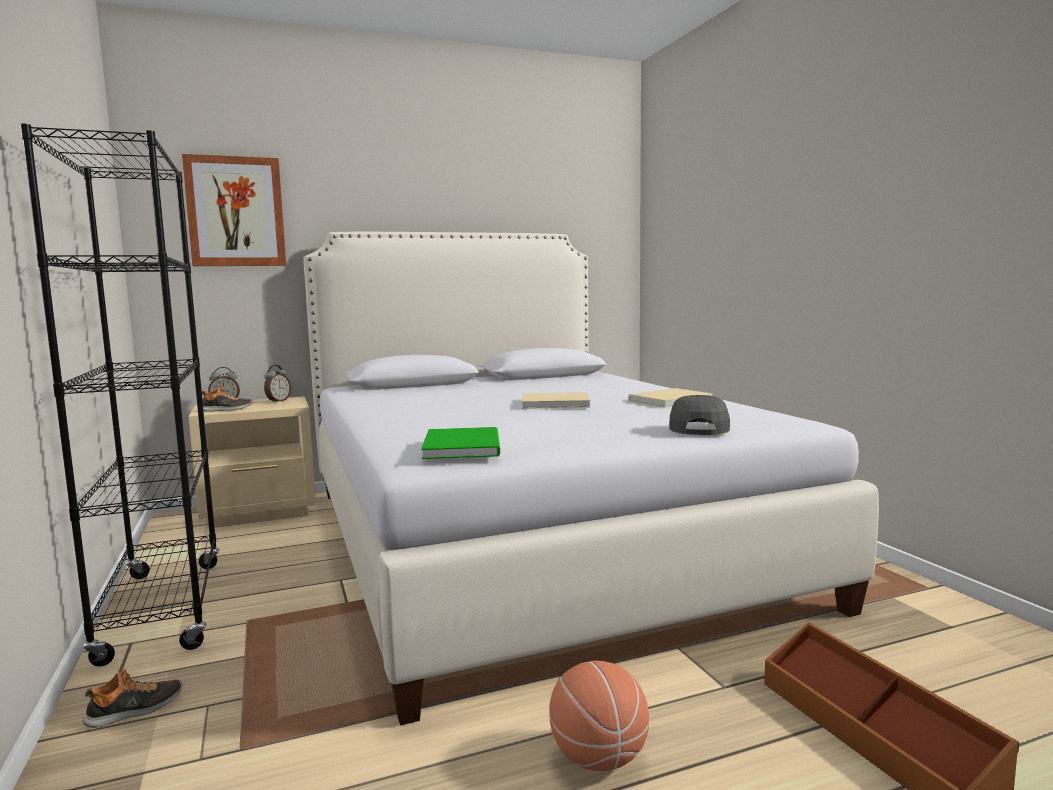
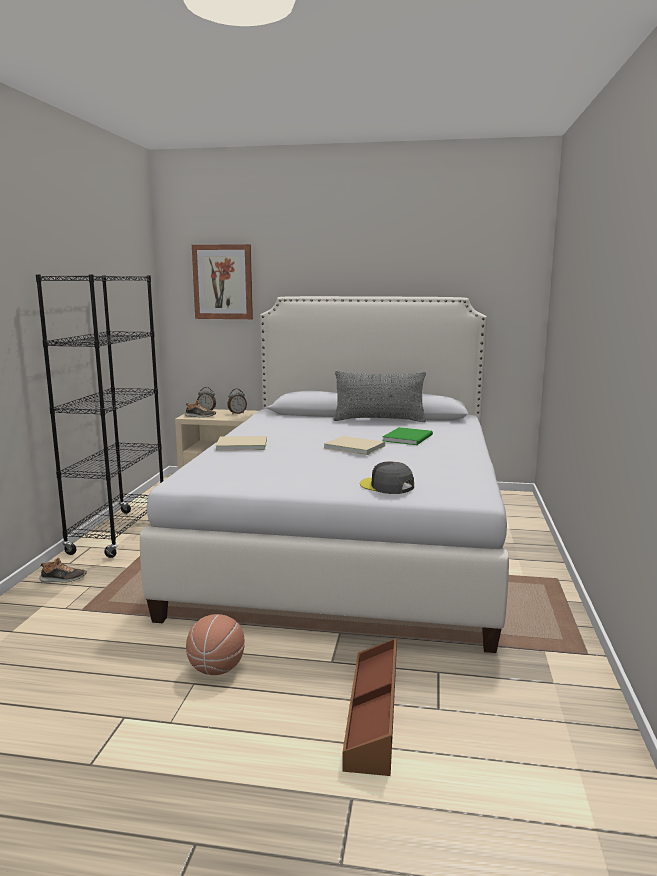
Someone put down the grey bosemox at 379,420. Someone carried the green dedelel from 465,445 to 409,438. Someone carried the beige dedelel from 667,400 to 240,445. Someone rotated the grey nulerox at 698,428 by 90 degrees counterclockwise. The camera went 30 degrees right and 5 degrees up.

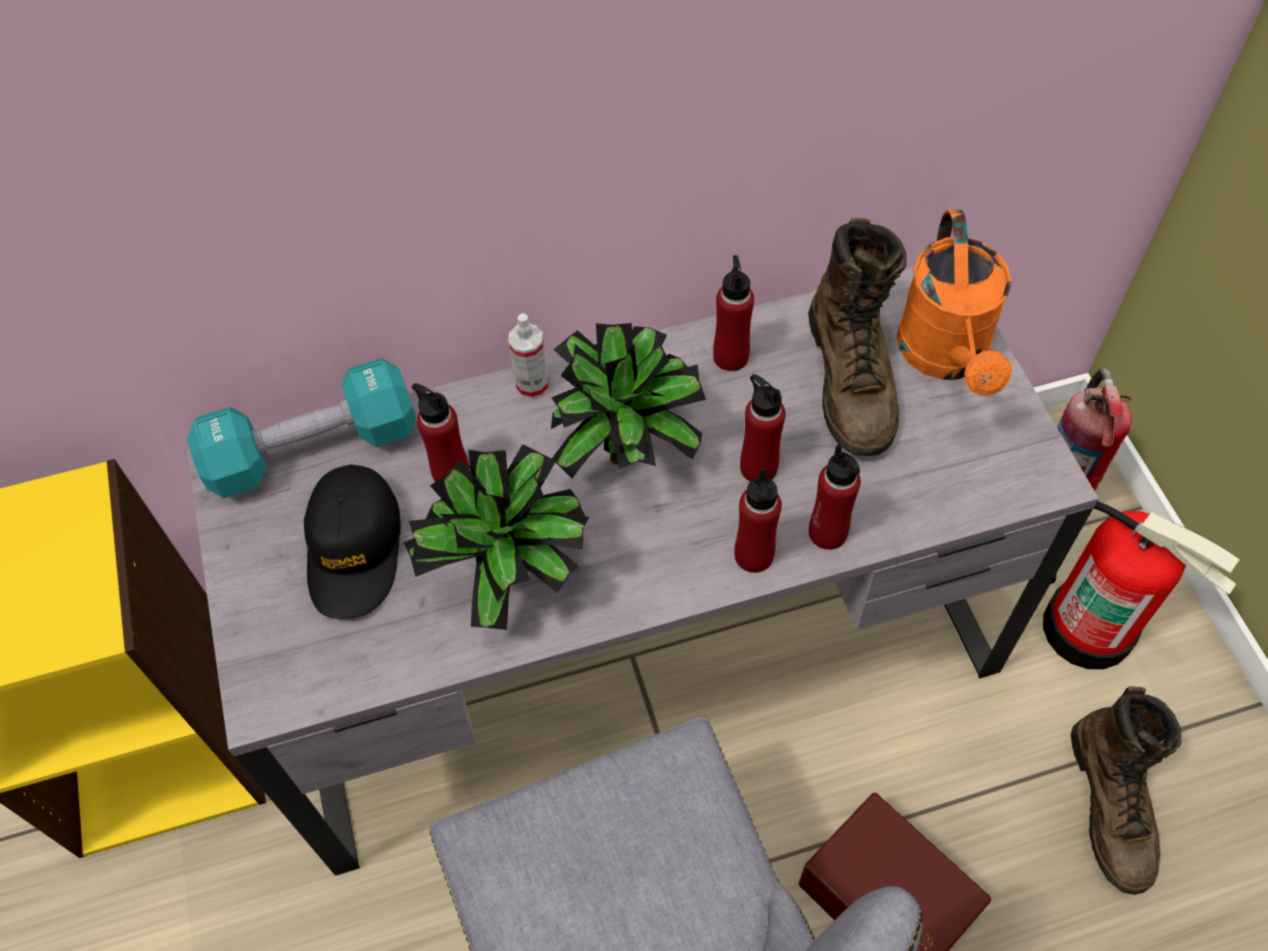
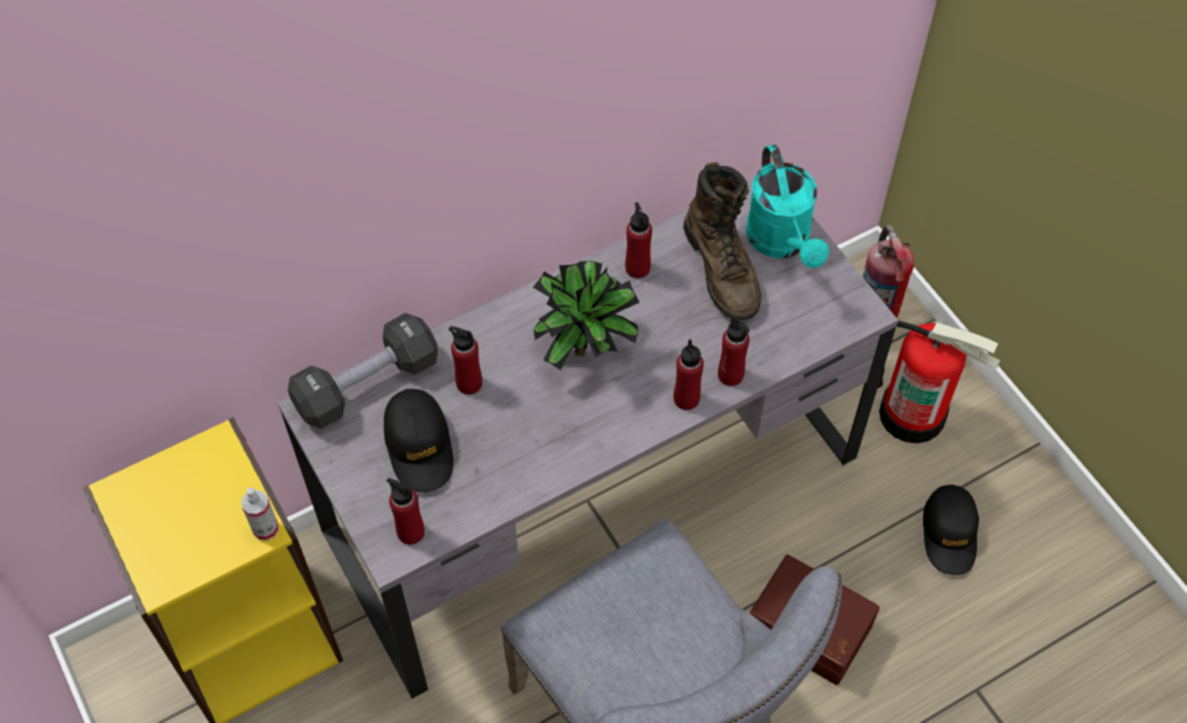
Someone took away the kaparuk at 513,581. Someone carried the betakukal from 532,385 to 266,529. Someone carried the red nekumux from 758,467 to 410,532. Someone swapped the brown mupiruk at 1112,805 for the black nulerox at 950,533. Someone repainted the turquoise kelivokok at 313,449, which became the black kelivokok at 367,384. Someone repainted the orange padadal at 947,357, which became the turquoise padadal at 782,242. The camera went 15 degrees left and 0 degrees up.

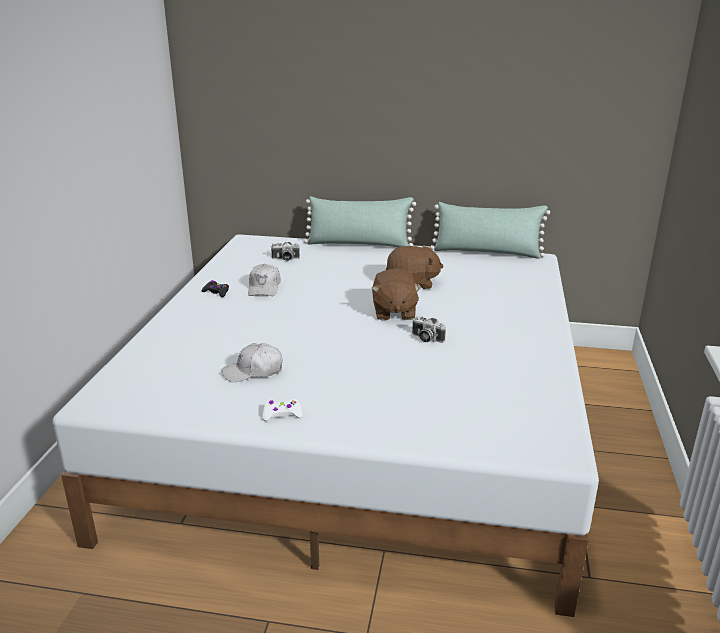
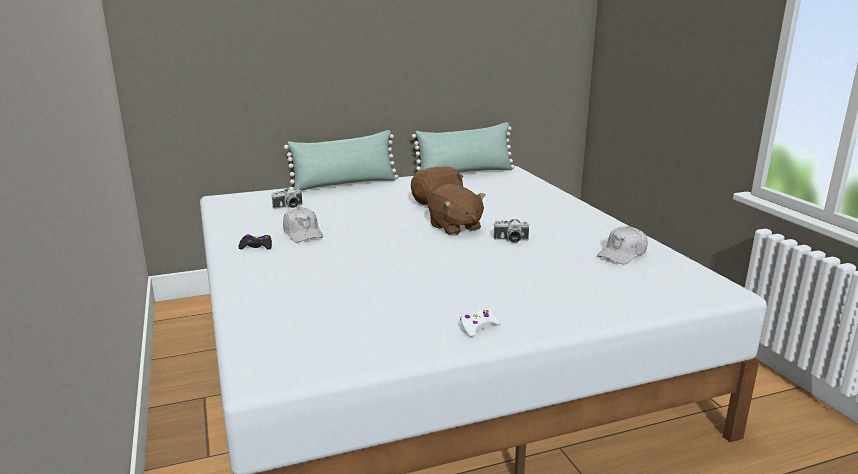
Someone carried the white nulerox from 253,371 to 622,254. The camera went 30 degrees left and 5 degrees down.

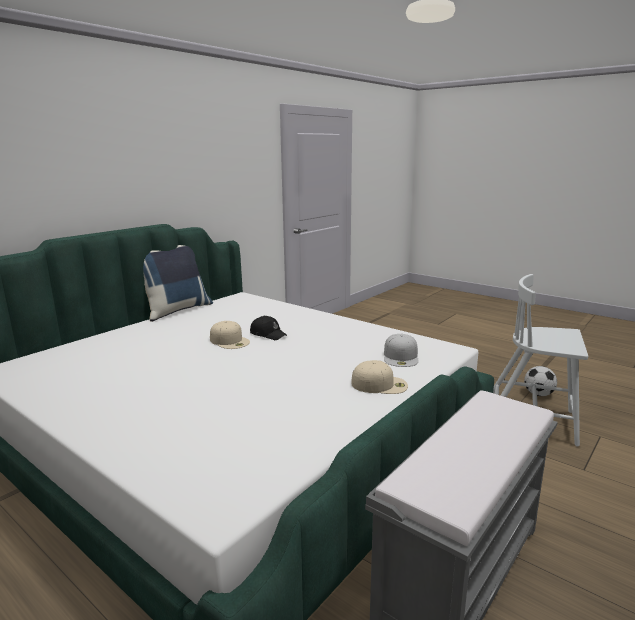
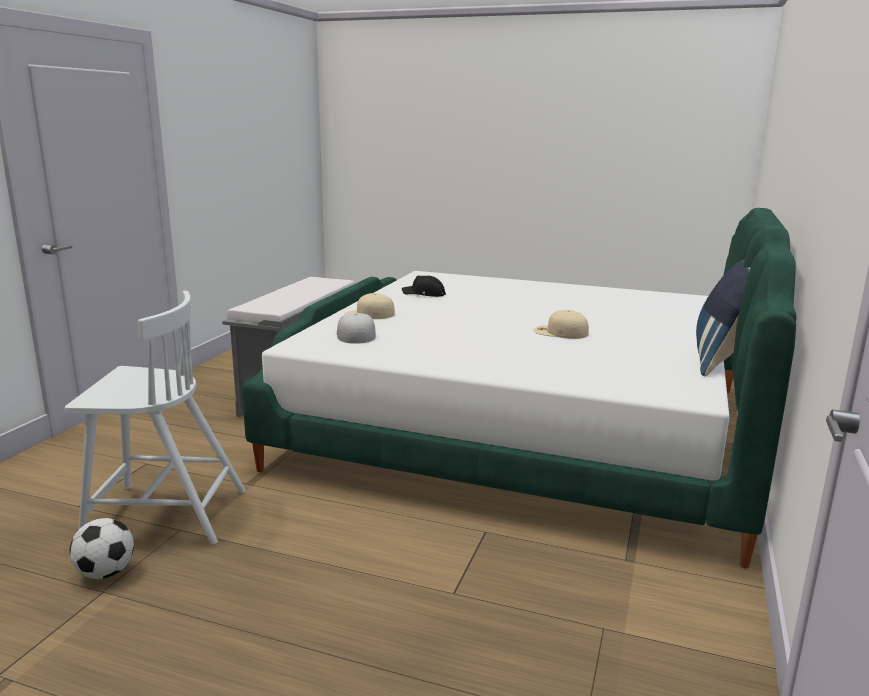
Someone carried the black nulerox from 268,334 to 424,294. The camera went 160 degrees right and 0 degrees up.

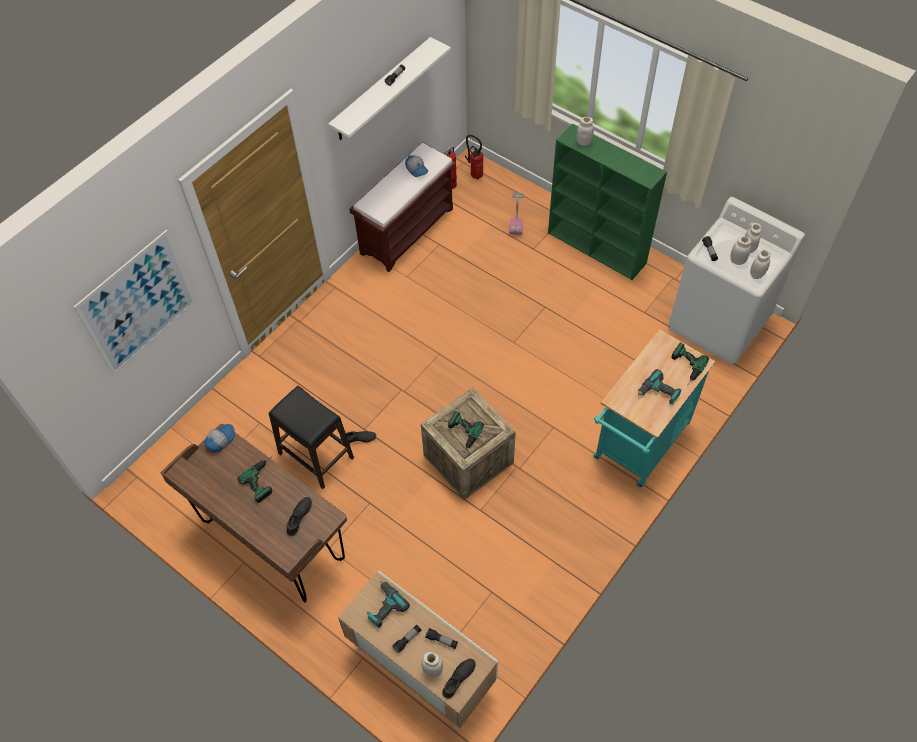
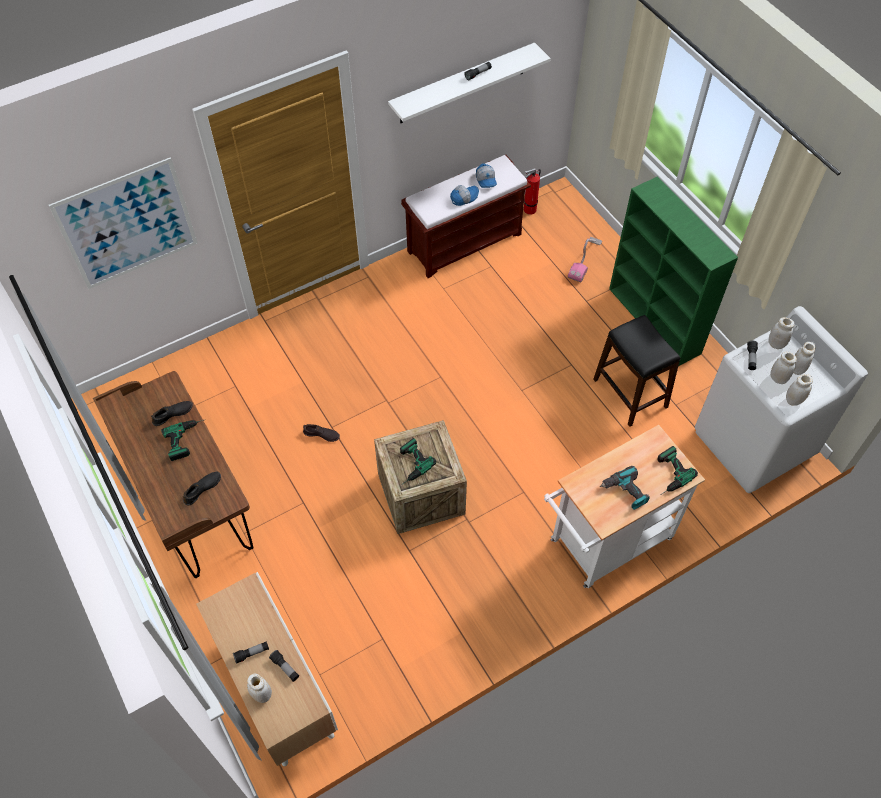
Someone took away the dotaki at 384,607. Someone took away the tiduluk at 475,174. Someone carried the nulerox from 220,440 to 464,197. Someone carried the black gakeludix from 316,455 to 630,393. Someone carried the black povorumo from 459,679 to 173,415. Someone carried the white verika from 584,142 to 776,344. Someone repainted the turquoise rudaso at 638,446, which became the white rudaso at 605,544. The camera went 20 degrees right and 0 degrees up.

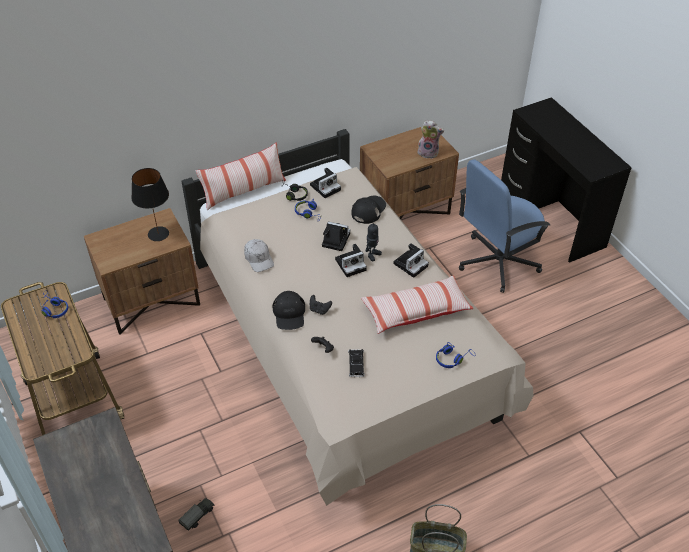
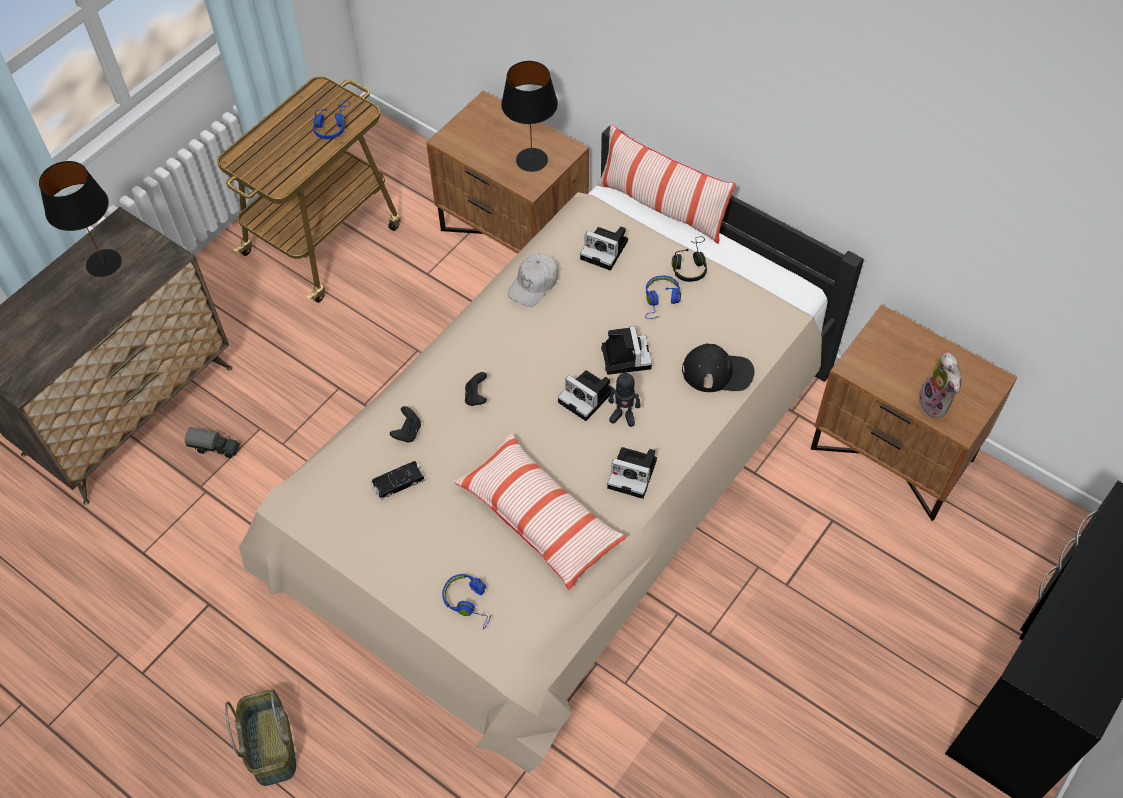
Someone took away the black nulerox at 289,313. Someone took away the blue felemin at 497,262. Someone put down the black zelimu at 103,263. Someone carried the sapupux from 326,187 to 606,250. The camera went 65 degrees right and 10 degrees up.

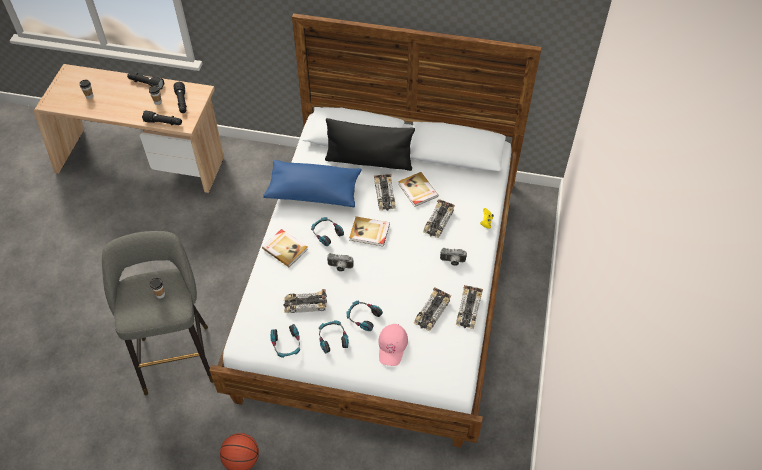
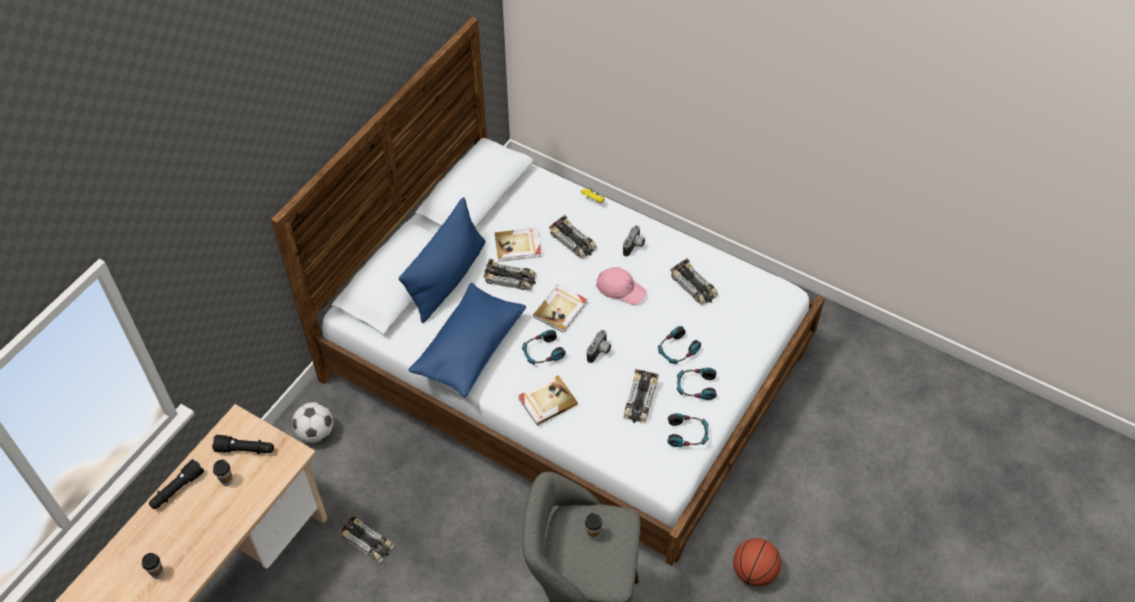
Someone took away the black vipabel at 163,123. Someone put down the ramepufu at 316,432. Someone carried the pink nulerox from 392,346 to 621,288. Someone carried the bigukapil from 468,310 to 367,541. Someone repainted the black bosemox at 369,161, which became the blue bosemox at 447,278. The camera went 70 degrees left and 0 degrees up.

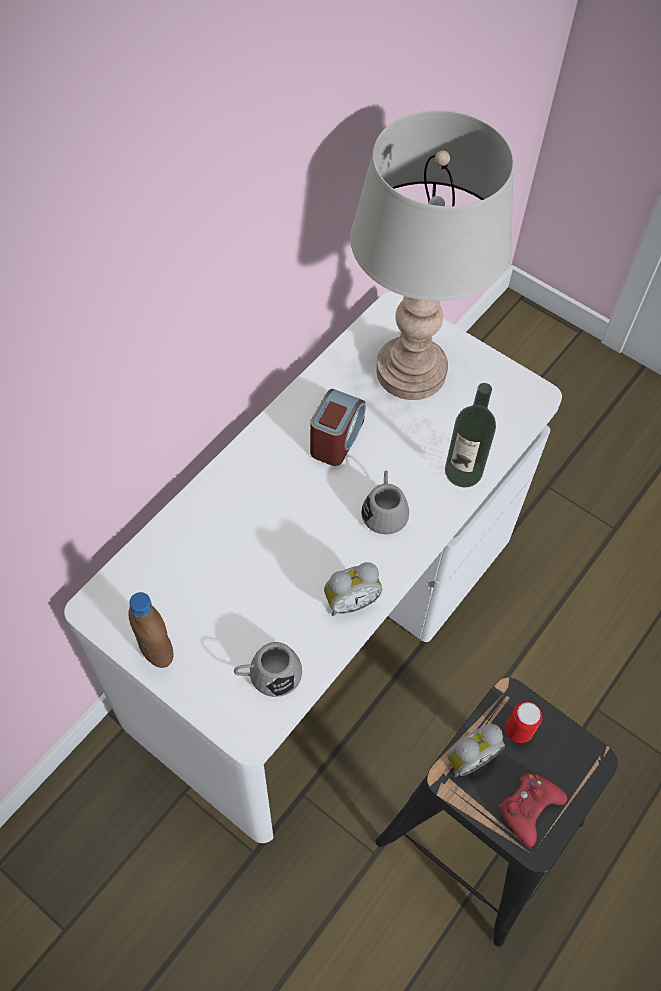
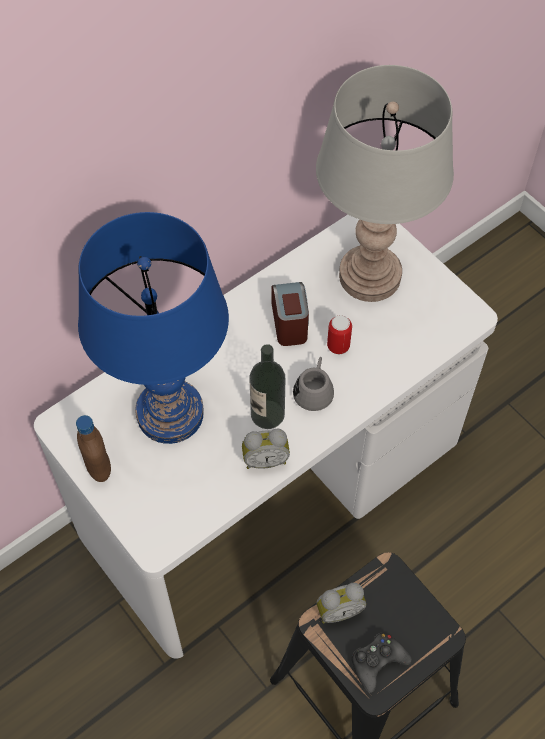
Someone took away the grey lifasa at 268,675. Someone put down the blue zelimu at 169,414. Someone carried the nekumux from 463,471 to 267,414. Someone carried the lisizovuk from 518,730 to 338,346. Someone repainted the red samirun at 528,808, which became the black samirun at 377,662. Someone rotated the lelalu at 336,439 by 45 degrees counterclockwise. The camera went 15 degrees right and 0 degrees up.

